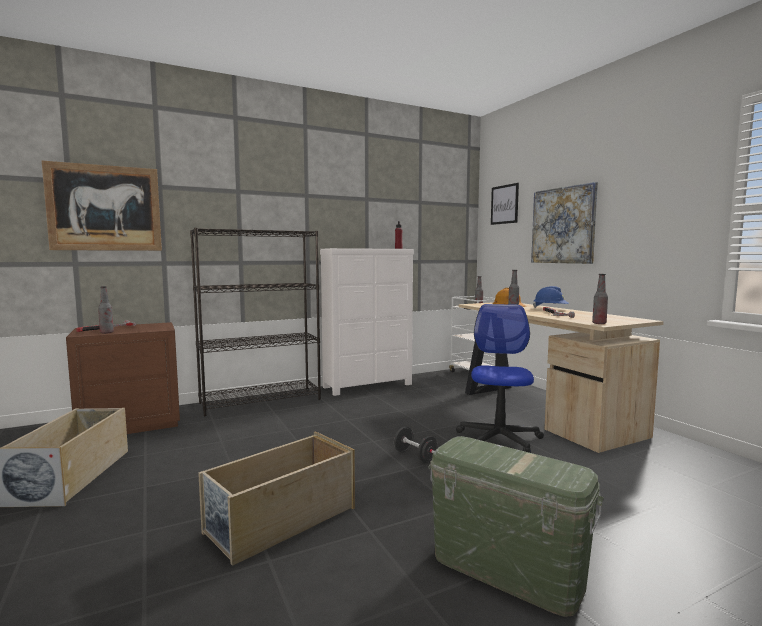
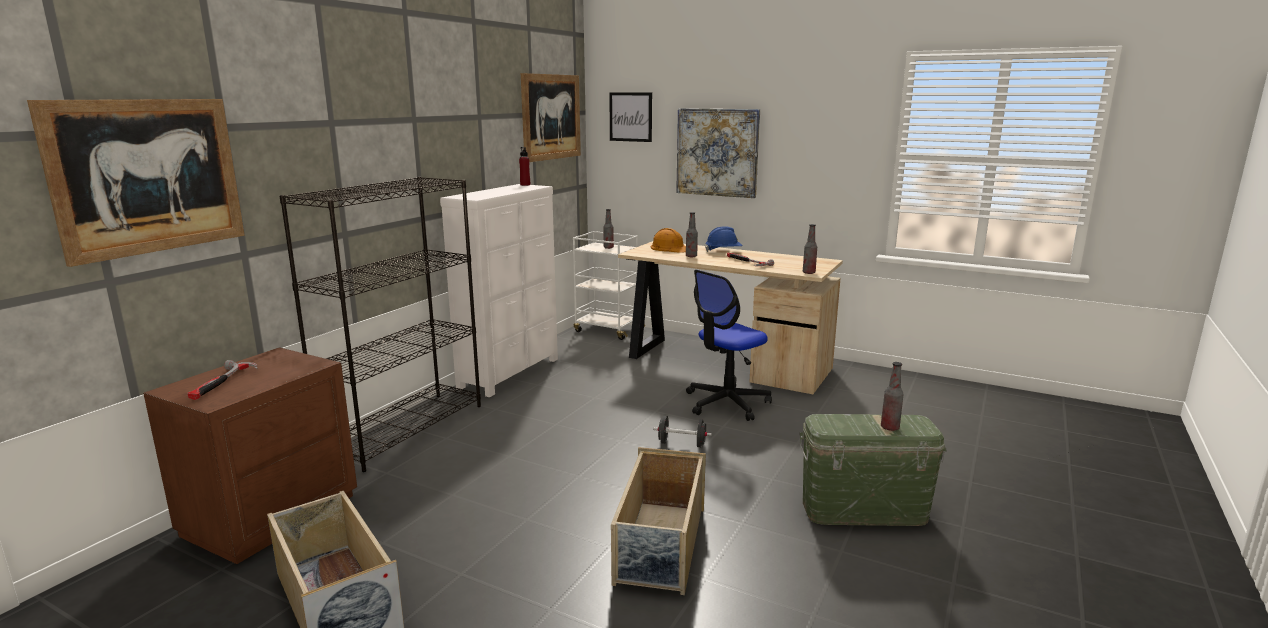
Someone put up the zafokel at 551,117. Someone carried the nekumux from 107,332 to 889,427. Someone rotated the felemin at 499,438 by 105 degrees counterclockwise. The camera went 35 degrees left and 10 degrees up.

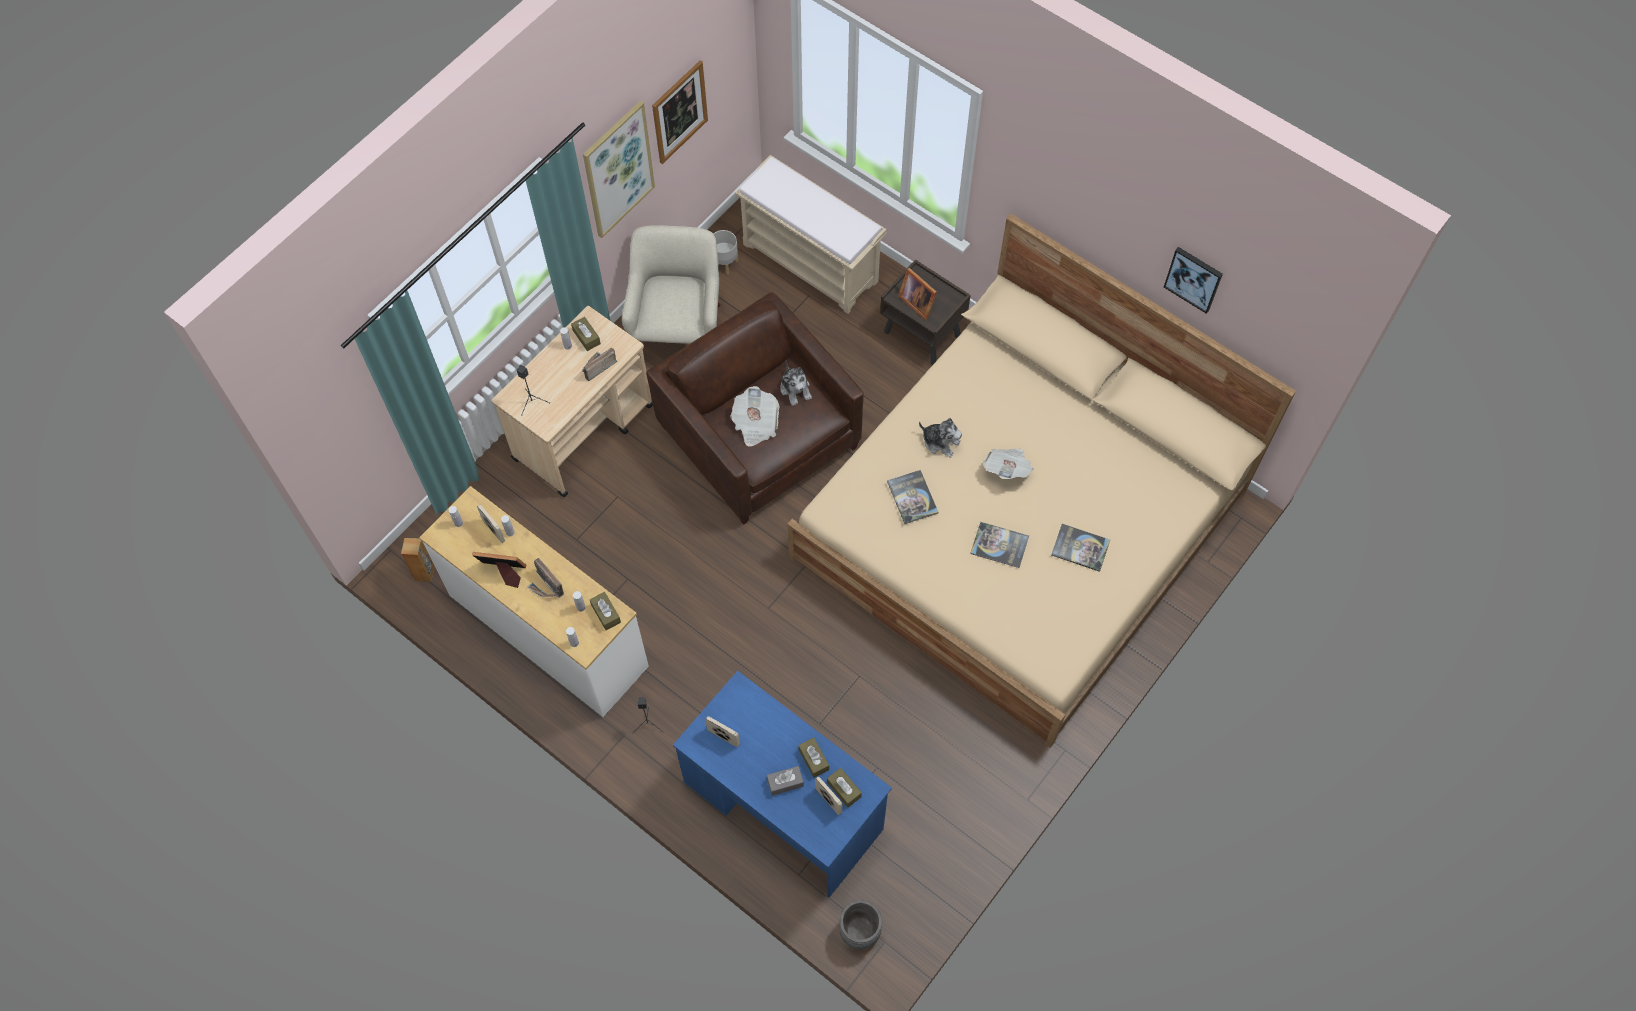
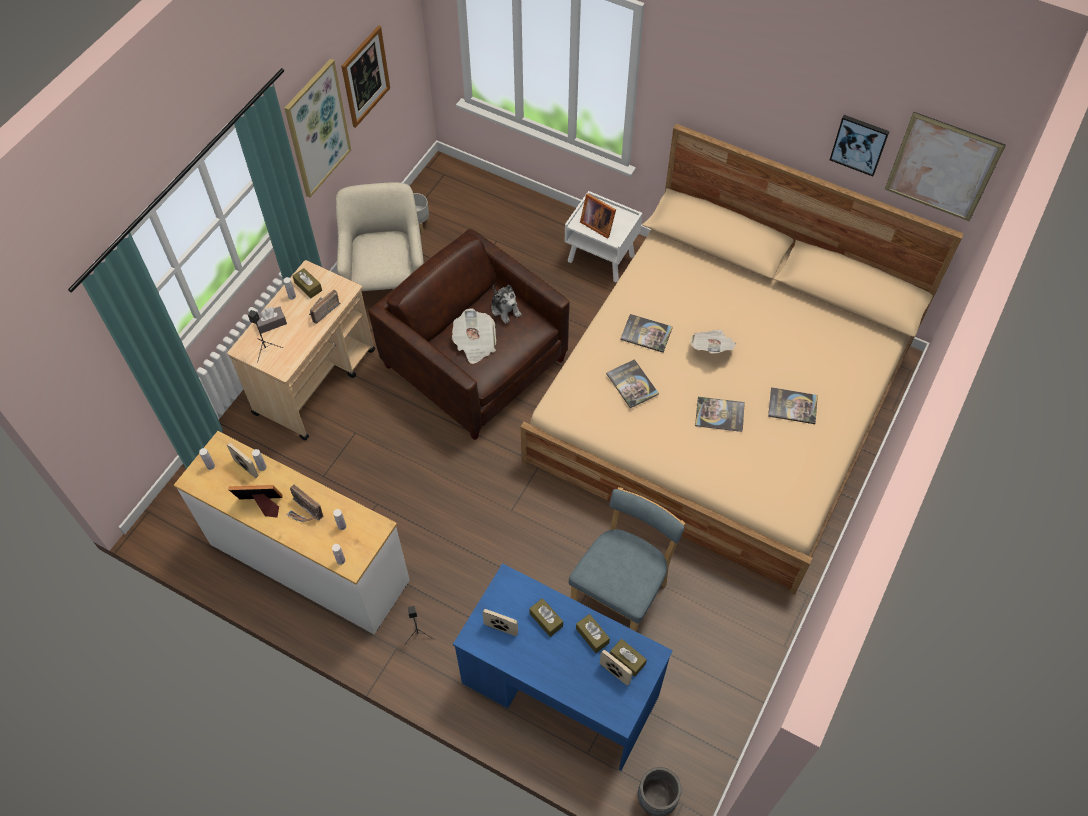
Someone took away the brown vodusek at 425,573. Someone took away the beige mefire at 812,263. Someone put down the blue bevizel at 621,593. Someone put up the zafokel at 942,167. Someone carried the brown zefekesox from 606,613 to 546,620. Someone carried the grey zefekesox from 785,783 to 271,323. Someone swapped the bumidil at 940,442 for the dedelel at 646,334. Someone repainted the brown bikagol at 923,334, which became the white bikagol at 602,259. The camera went 10 degrees left and 5 degrees down.

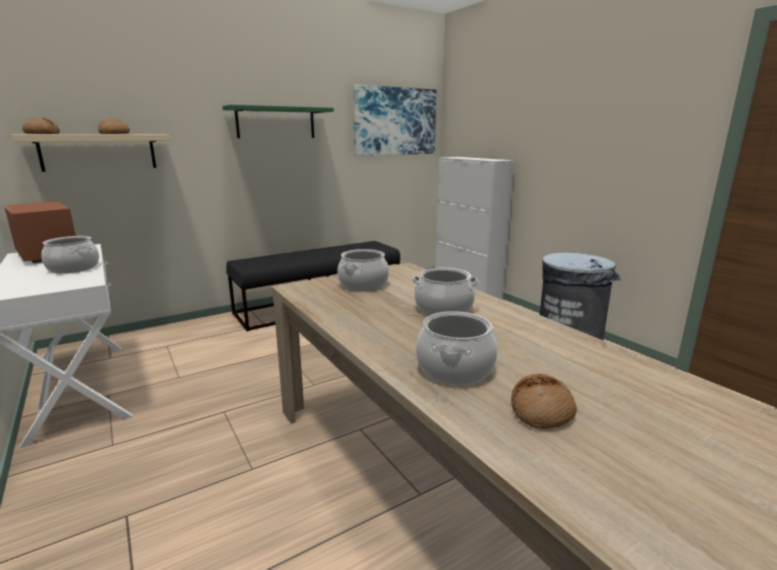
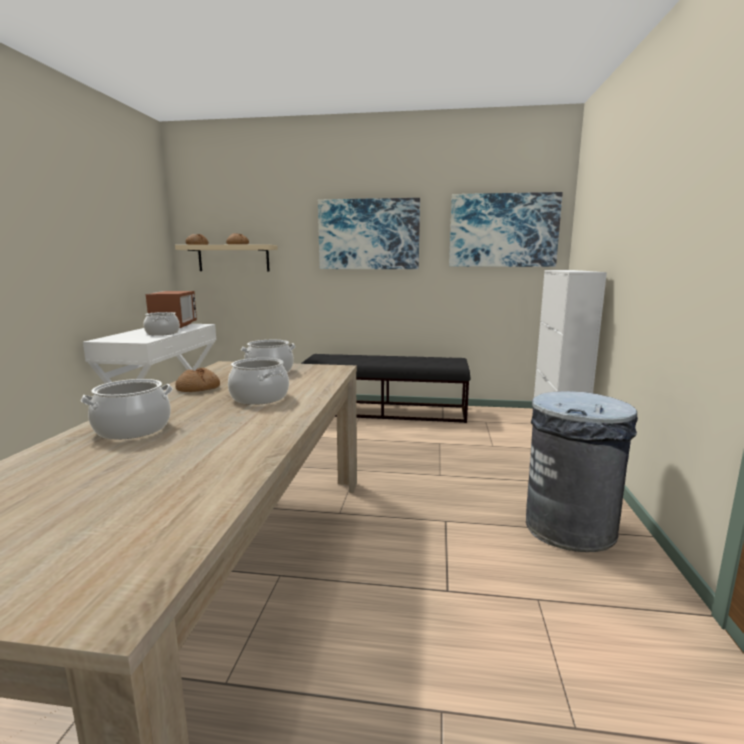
Someone carried the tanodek from 542,411 to 198,388. Someone swapped the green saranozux at 276,123 for the zafokel at 368,234. The camera went 40 degrees right and 5 degrees down.

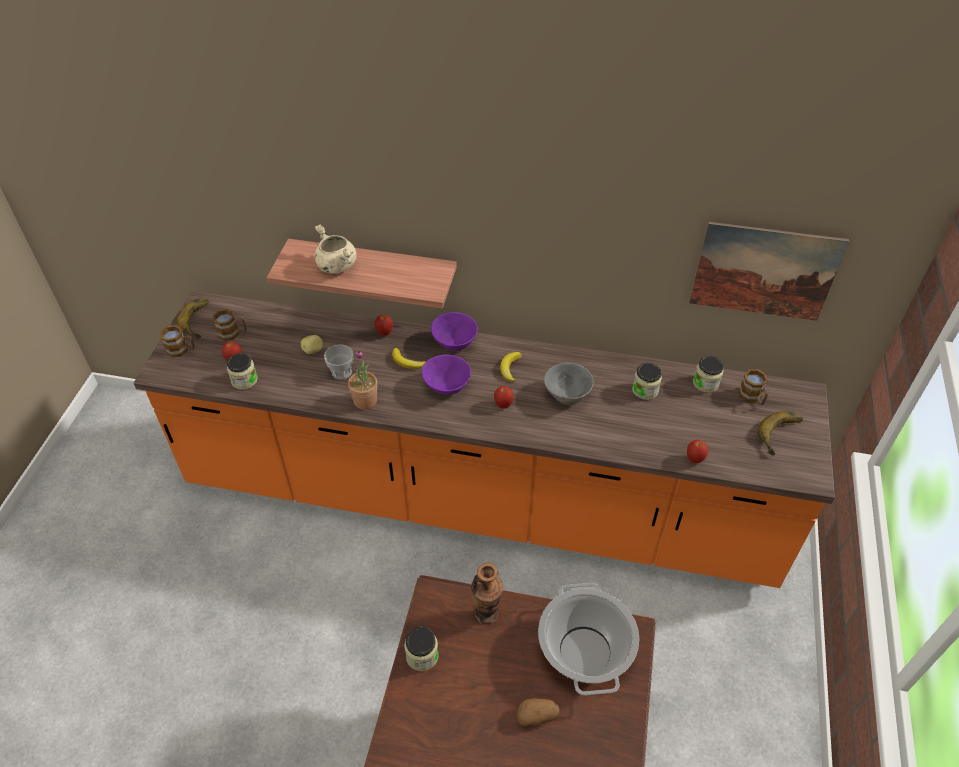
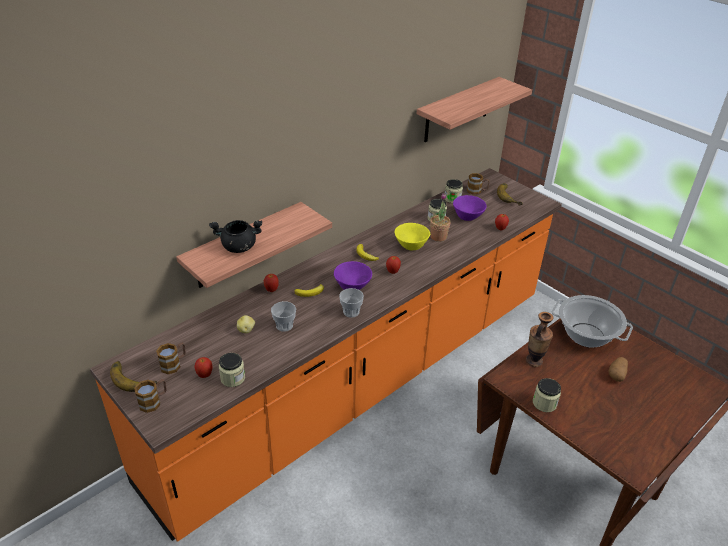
Someone put down the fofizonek at 351,312. Someone carried the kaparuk from 365,400 to 438,237. Someone carried the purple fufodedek from 453,344 to 468,217. Someone swapped the zafokel at 764,271 for the saranozux at 457,110. Someone repainted the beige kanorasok at 336,265, which became the black kanorasok at 238,247. Someone repainted the grey fufodedek at 568,394, which became the yellow fufodedek at 411,245. The camera went 55 degrees left and 10 degrees down.

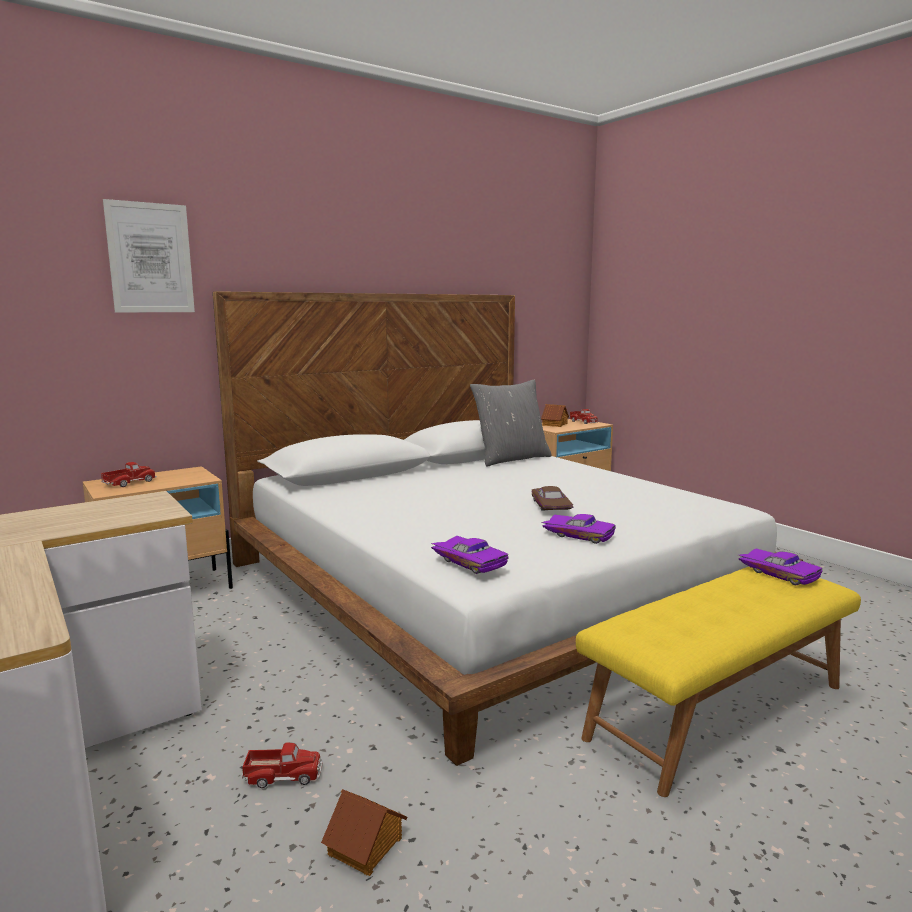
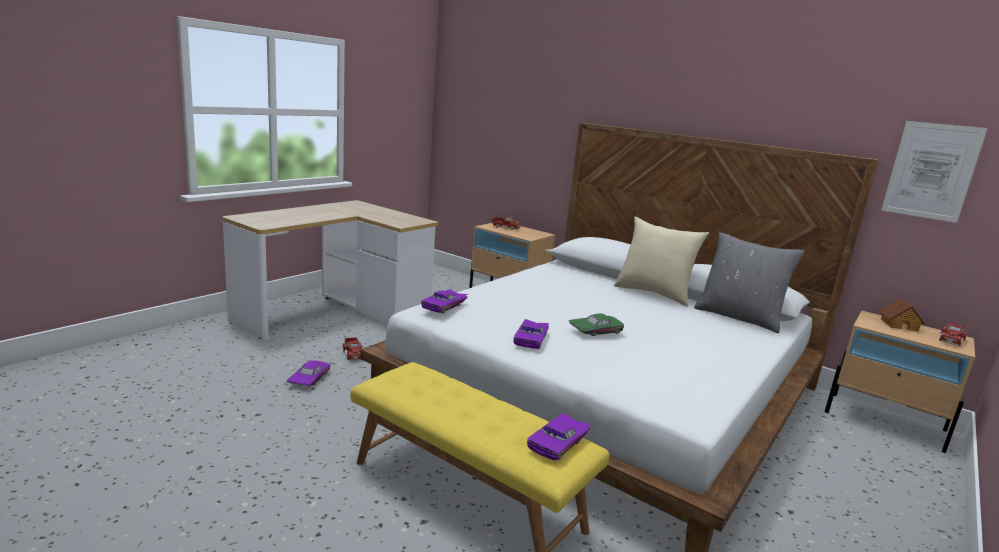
Someone put down the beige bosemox at 653,293. Someone carried the zafokel from 150,258 to 931,171. Someone swapped the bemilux at 366,846 for the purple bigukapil at 308,378. Someone repainted the brown bigukapil at 549,506, which became the green bigukapil at 594,330. The camera went 70 degrees right and 5 degrees up.

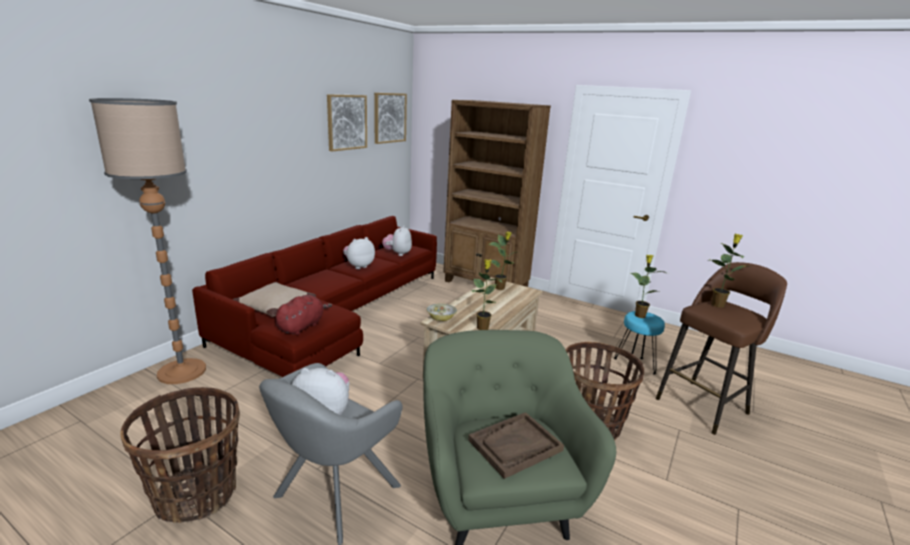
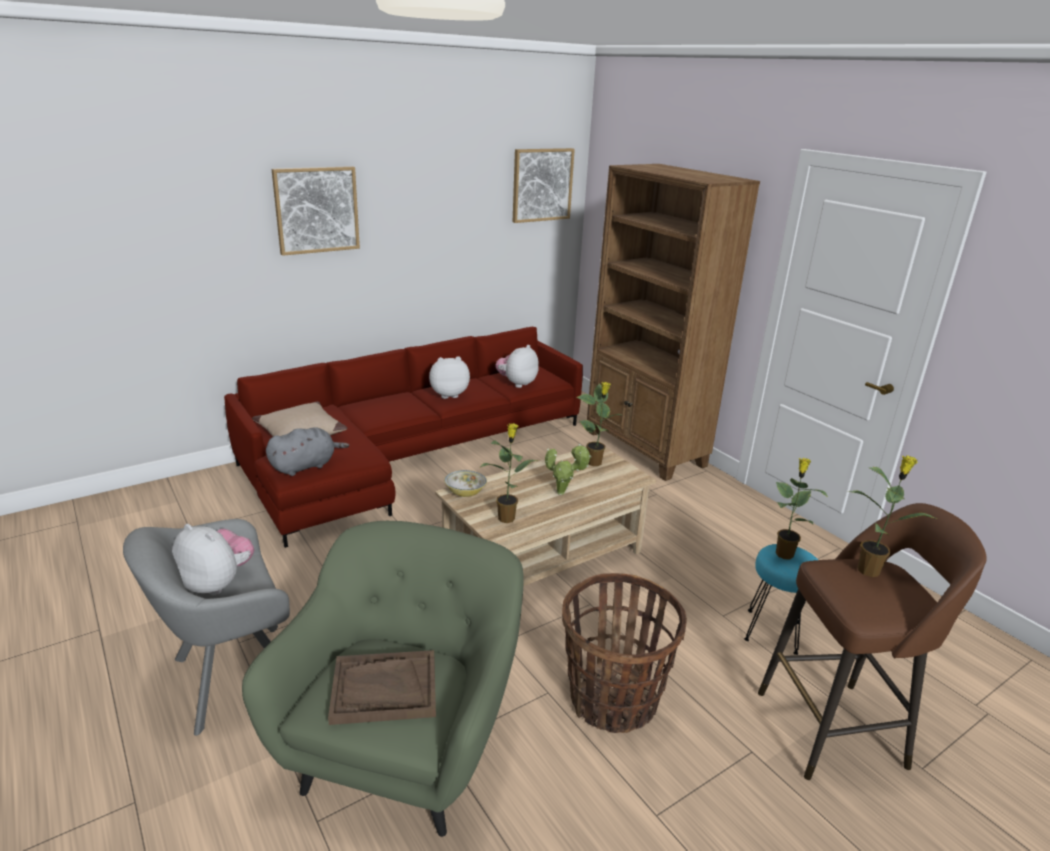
Someone took away the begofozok at 182,371. Someone took away the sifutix at 196,495. Someone put down the kaparuk at 563,493. Someone carried the zafokel from 346,122 to 316,210. Someone repainted the red bumidil at 302,326, which became the grey bumidil at 305,466. The camera went 25 degrees right and 5 degrees up.

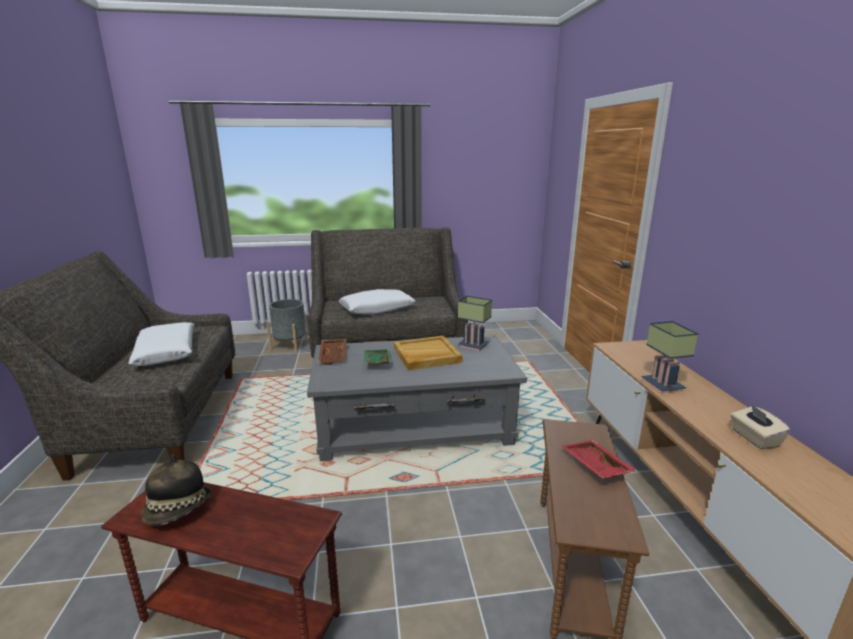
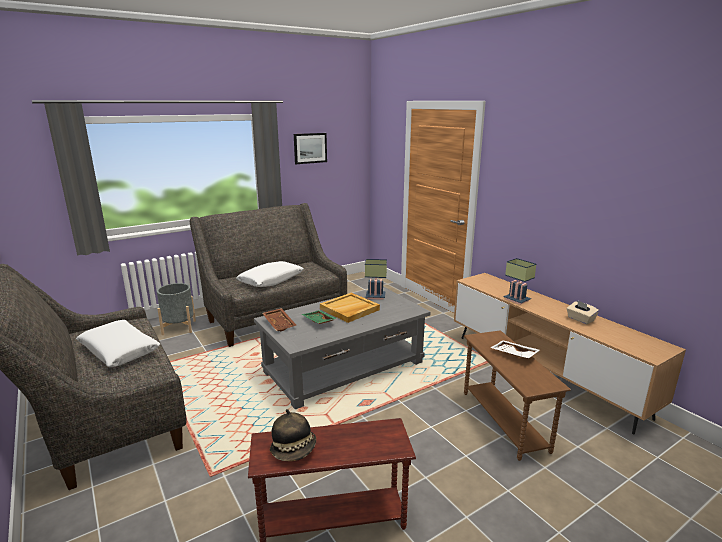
Someone put up the zafokel at 310,148. Someone repainted the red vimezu at 594,466, which became the white vimezu at 513,354. The camera went 25 degrees left and 0 degrees up.

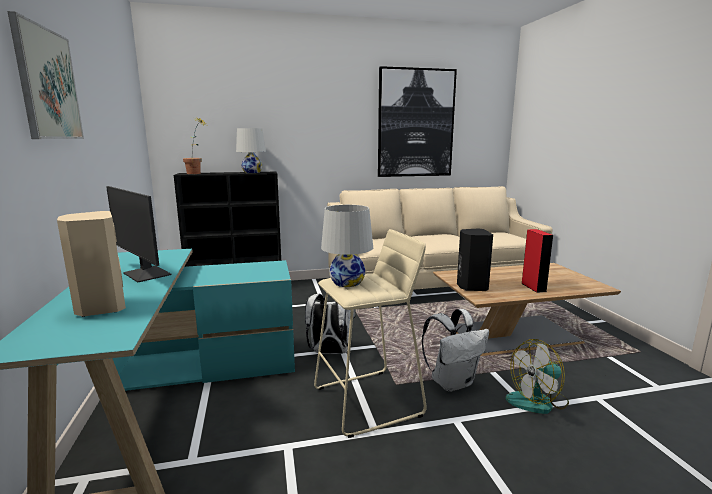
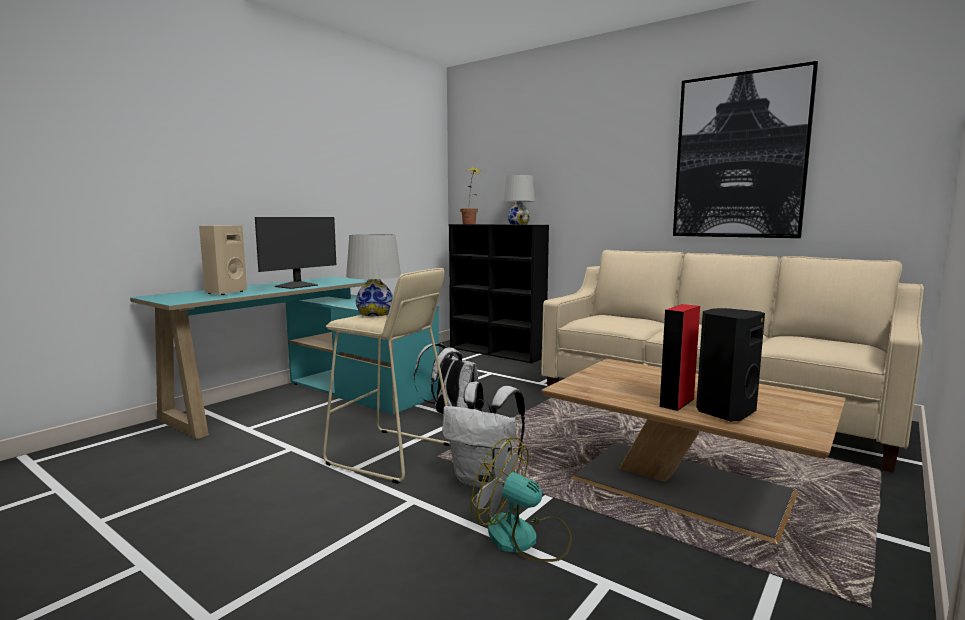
Someone took away the zafokel at 48,84. Someone carried the black vodusek from 471,287 to 724,412. Someone rotated the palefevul at 145,274 by 150 degrees counterclockwise. The camera went 50 degrees right and 5 degrees down.

